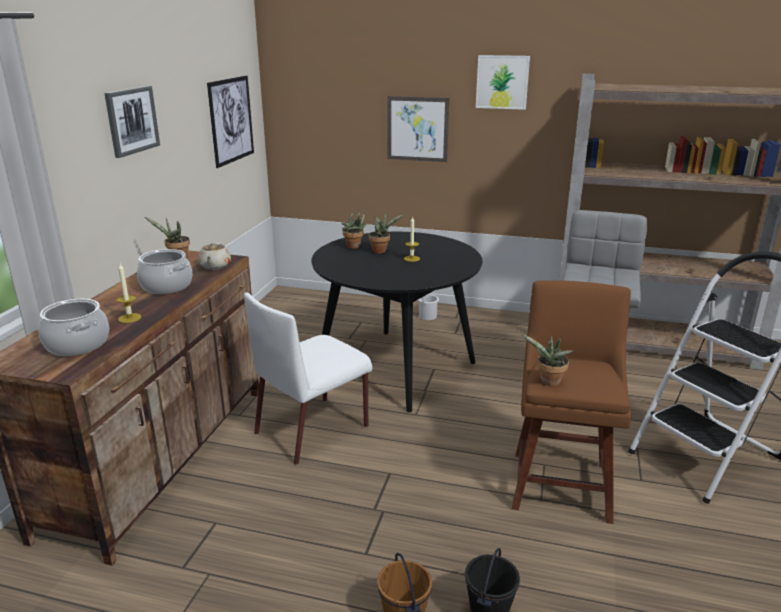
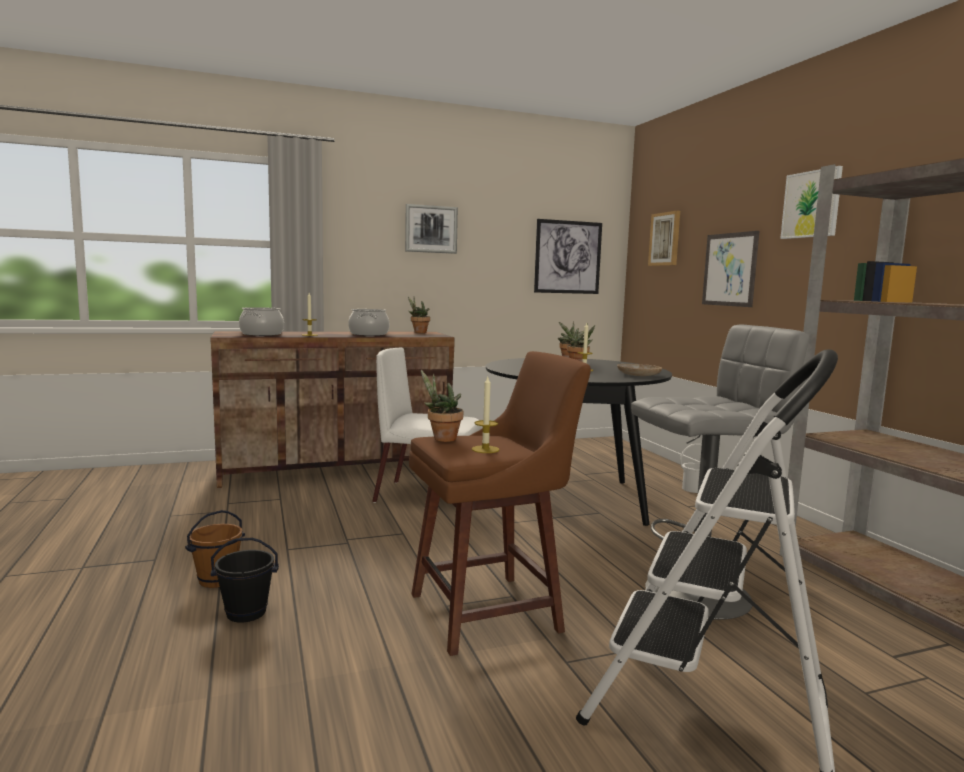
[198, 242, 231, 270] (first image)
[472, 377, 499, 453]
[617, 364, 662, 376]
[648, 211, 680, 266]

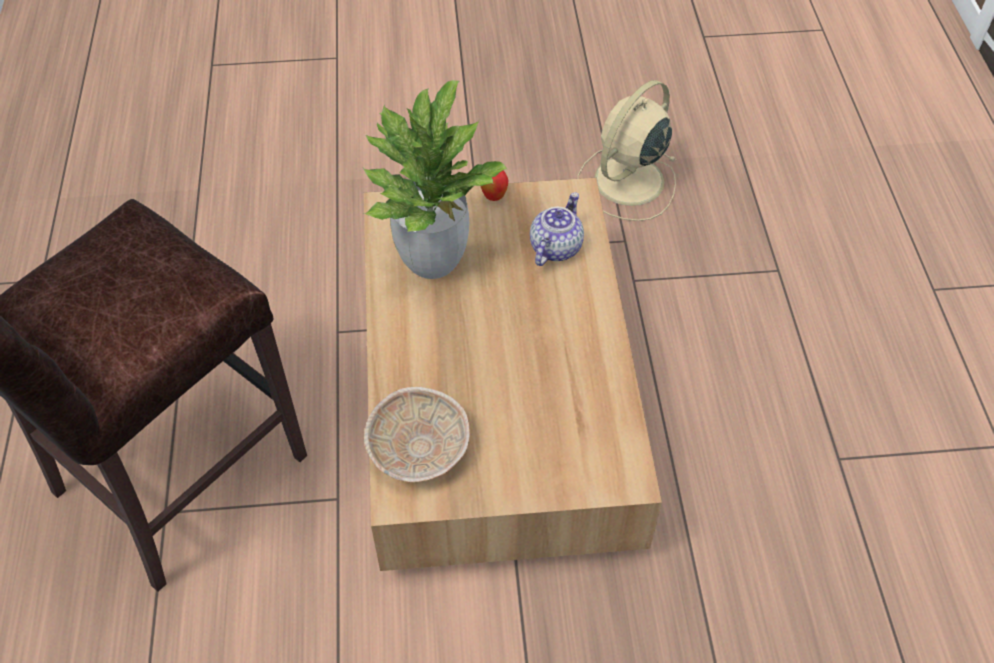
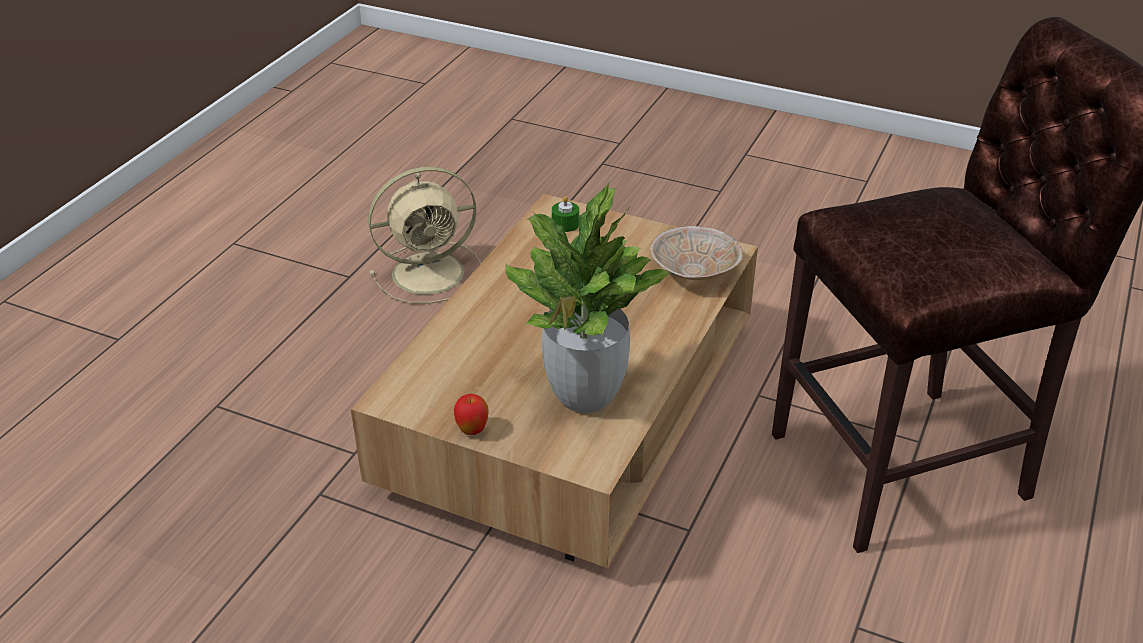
[530, 192, 584, 266] (first image)
[552, 196, 579, 232]
[368, 167, 481, 303]

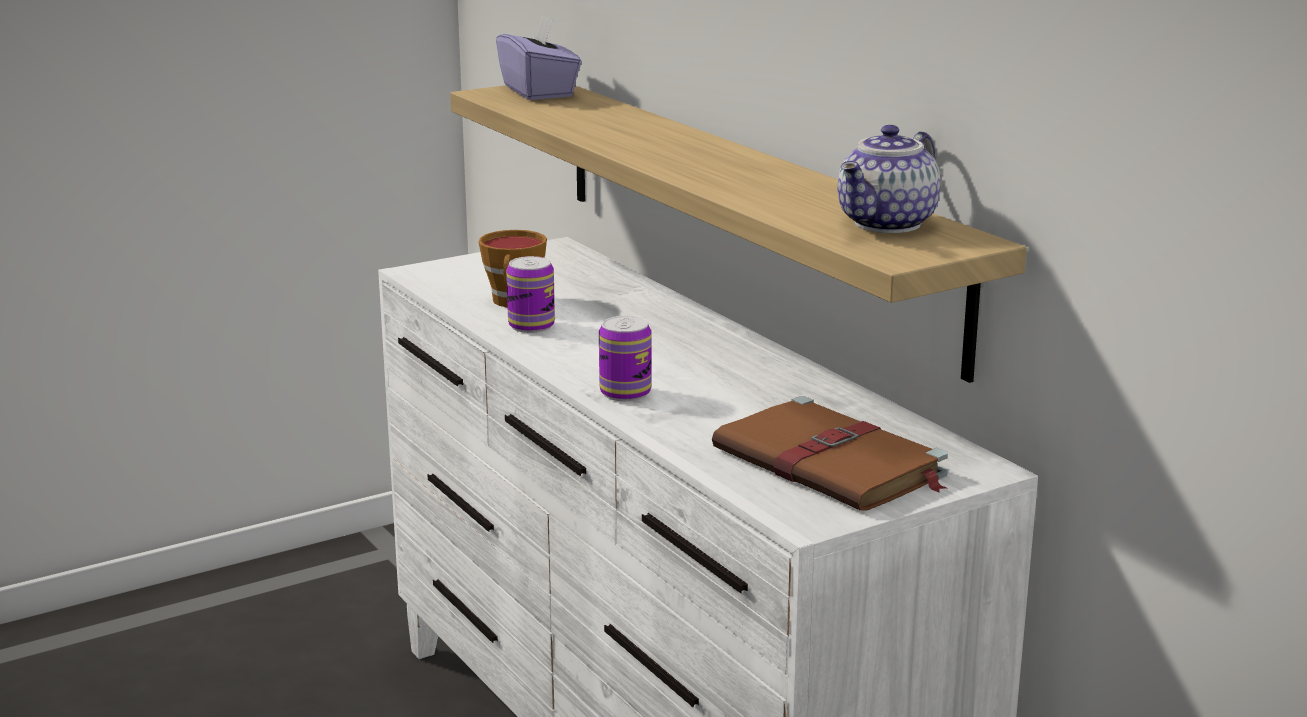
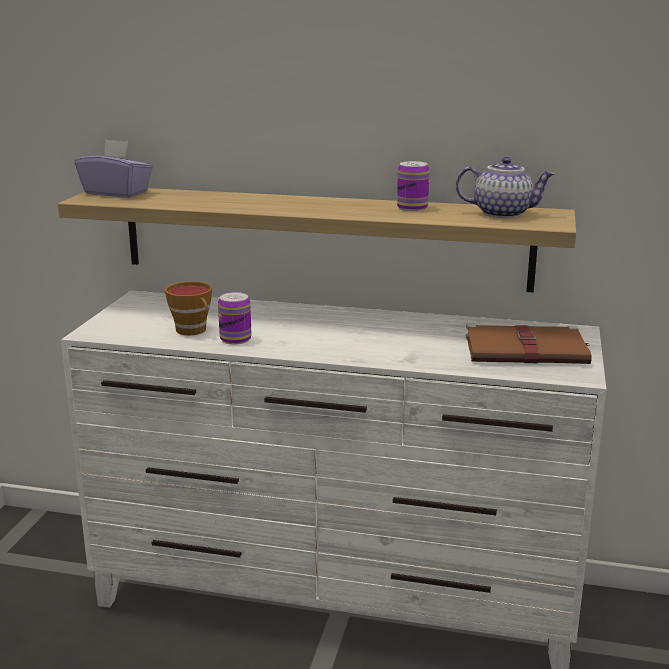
[397, 161, 429, 211]
[456, 157, 555, 218]

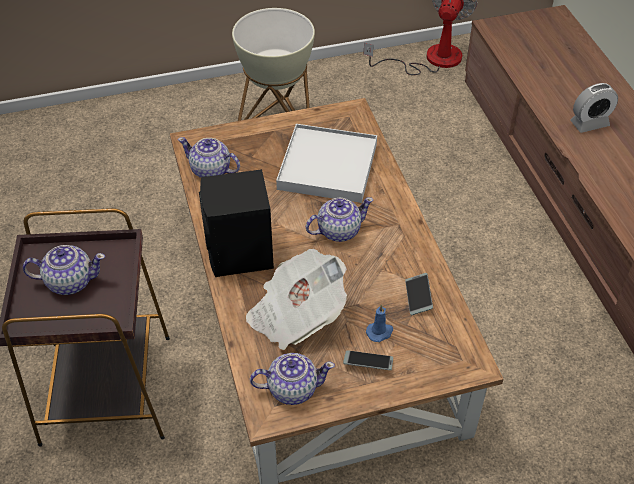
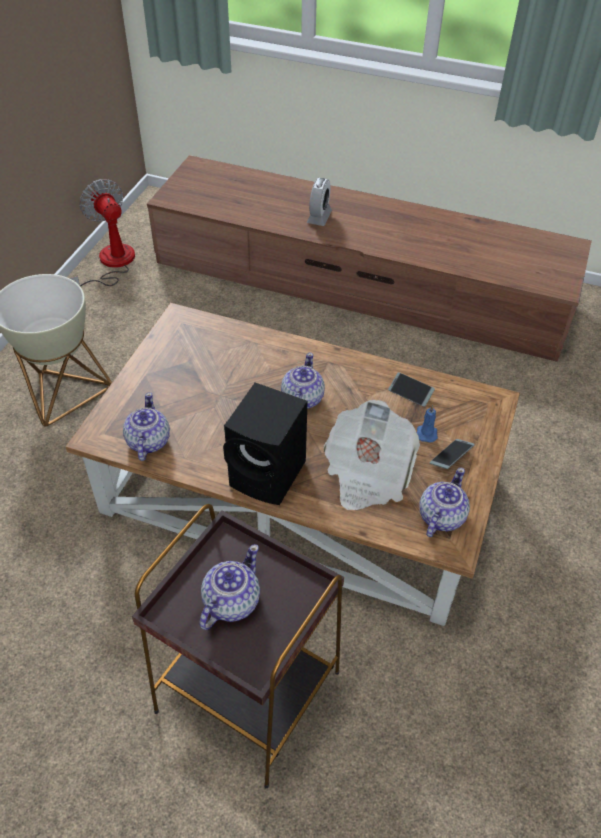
[276, 124, 377, 203] (first image)
[123, 392, 170, 461]

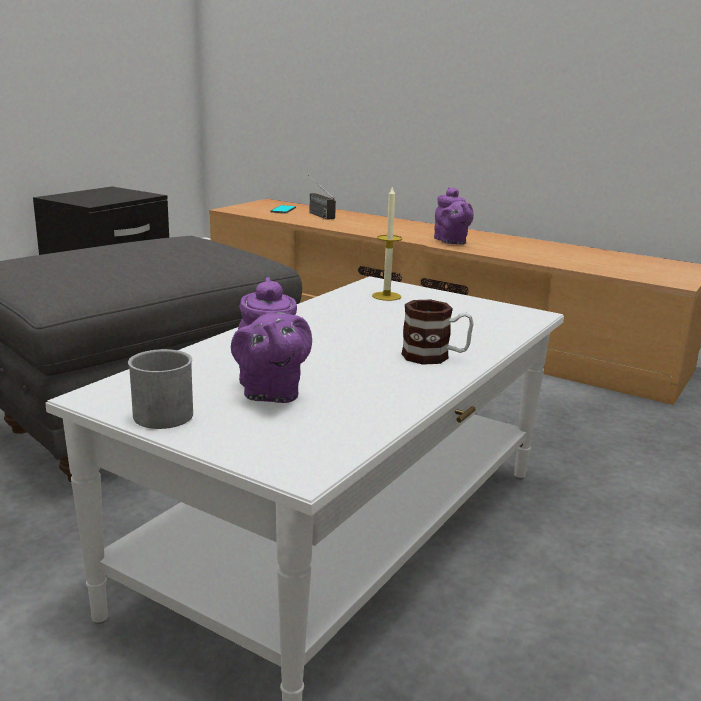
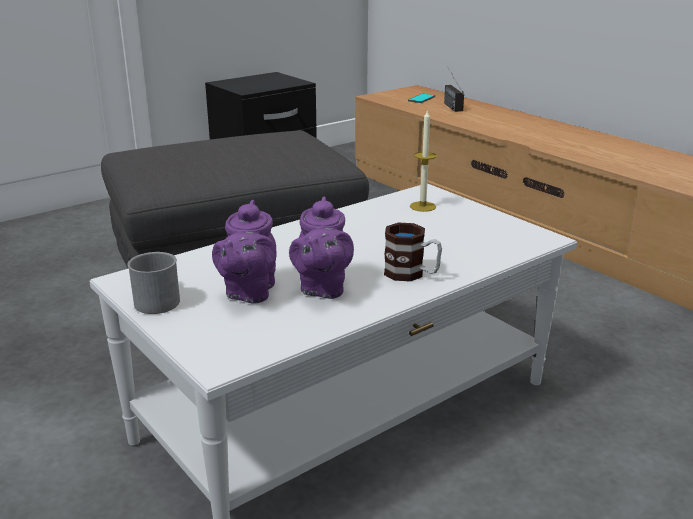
[289, 196, 354, 299]

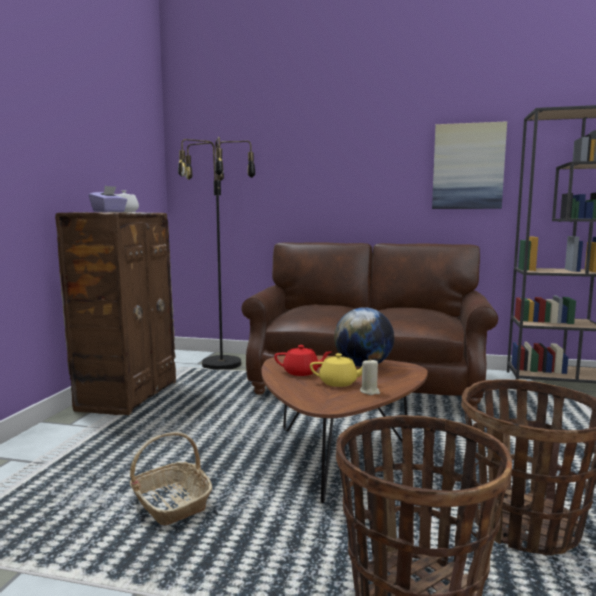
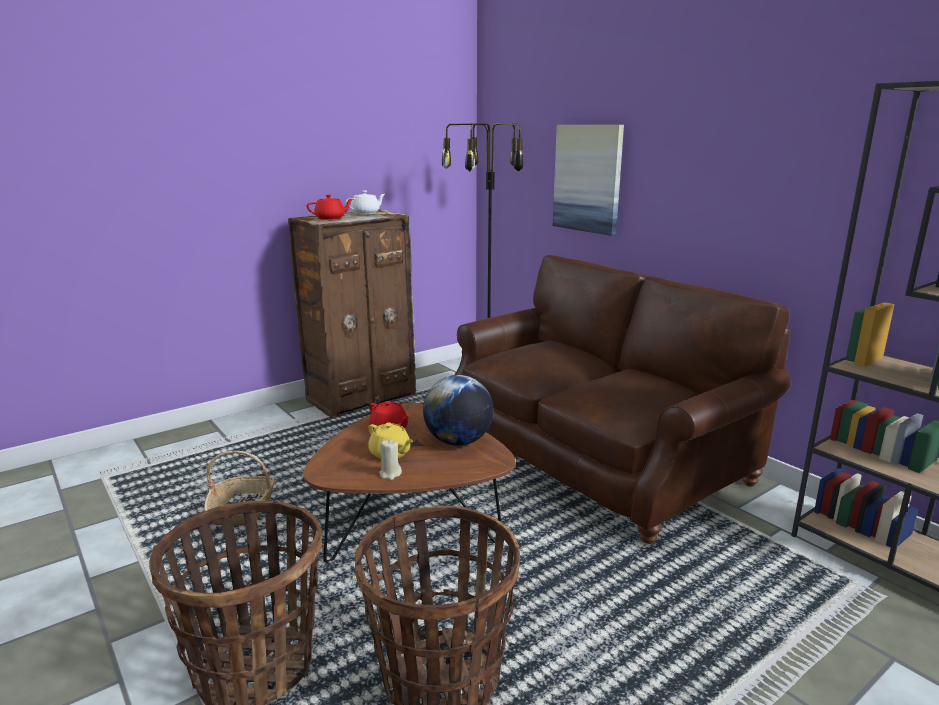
[553, 125, 624, 236]
[307, 195, 353, 220]

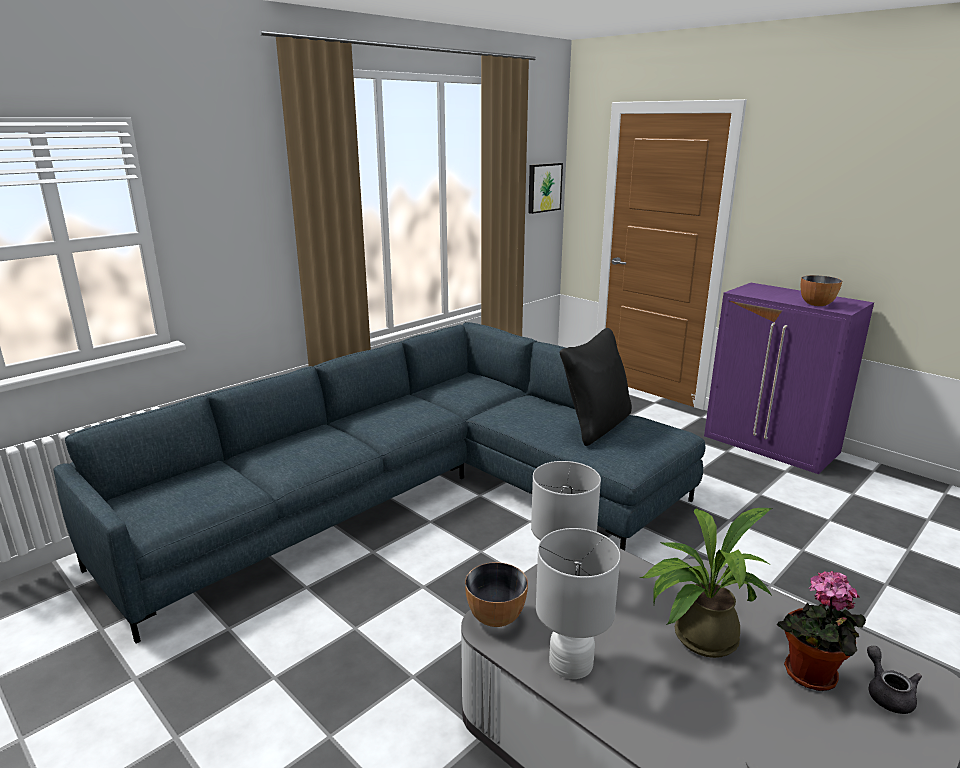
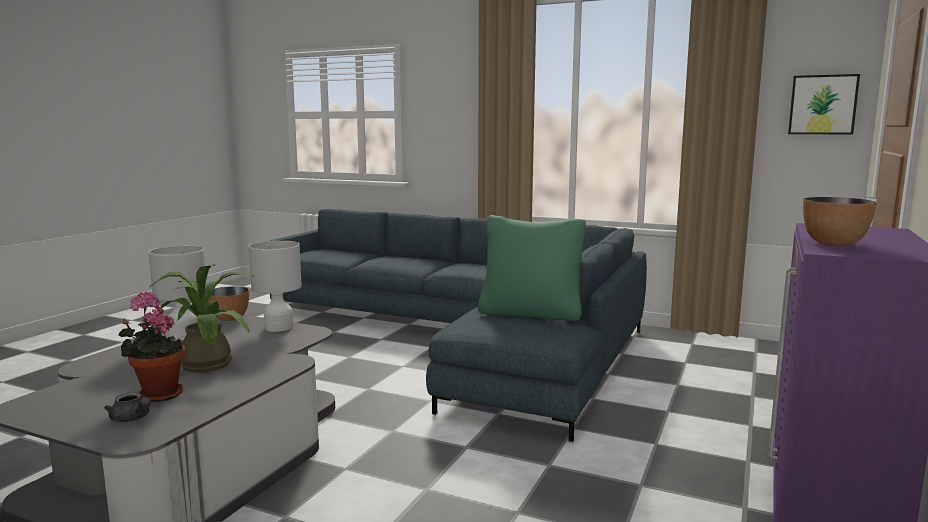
[478, 215, 586, 321]
[104, 392, 151, 422]

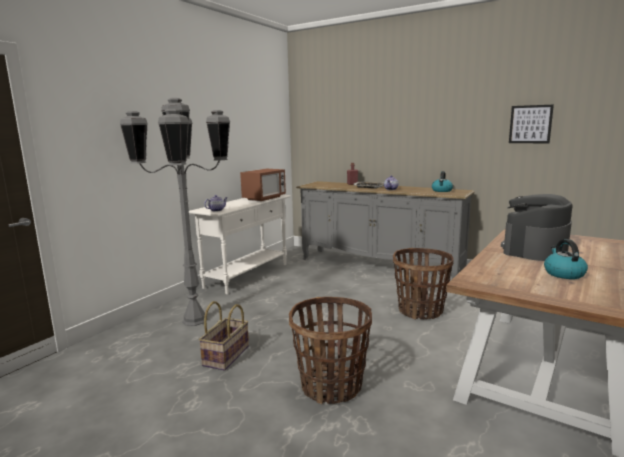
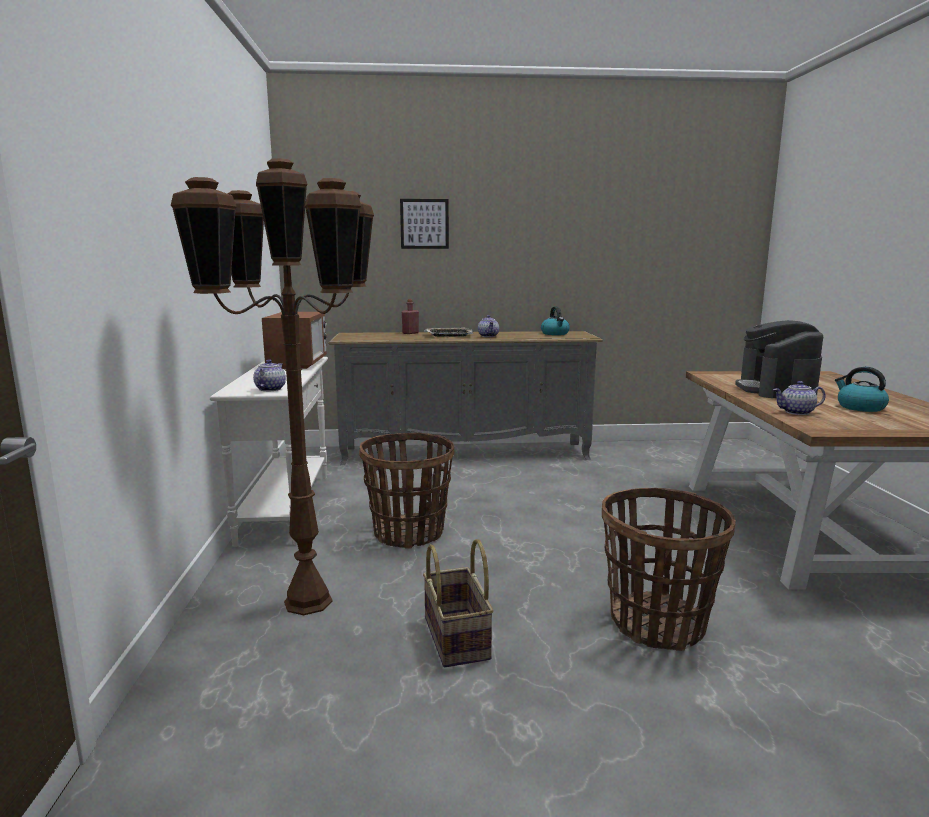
[773, 381, 826, 415]
[359, 433, 454, 549]
[400, 199, 449, 249]
[171, 158, 374, 615]

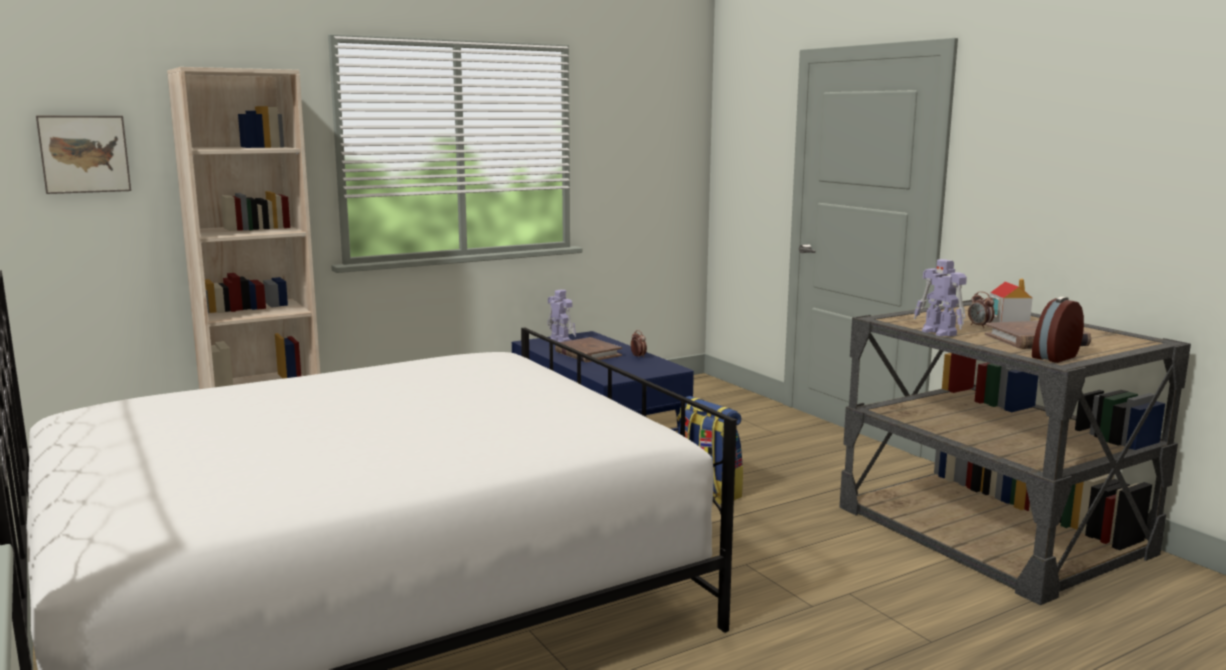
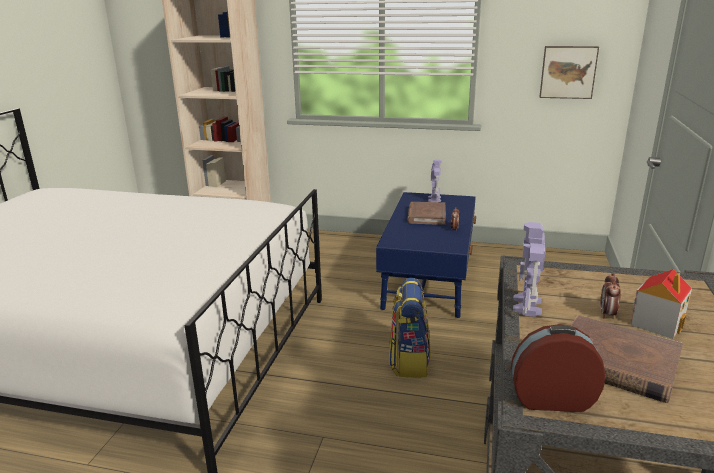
[540, 46, 599, 99]

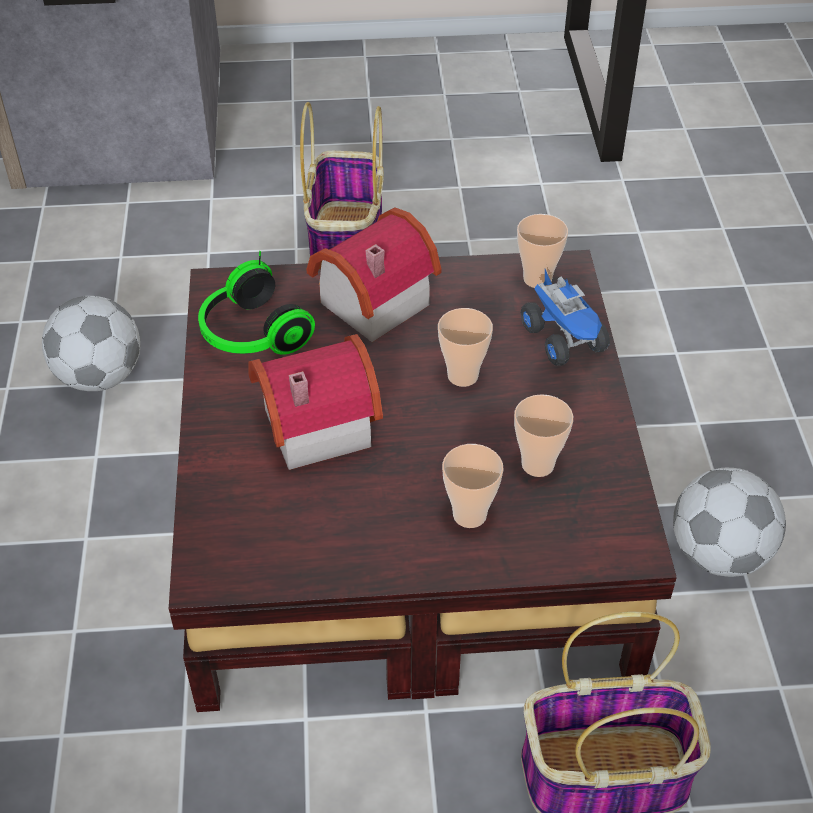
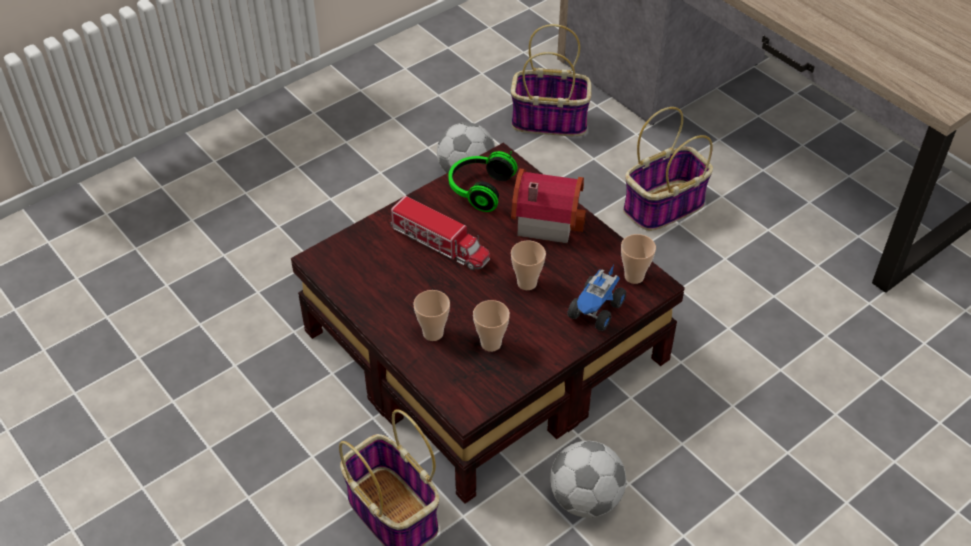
[511, 24, 592, 136]
[391, 196, 490, 270]

